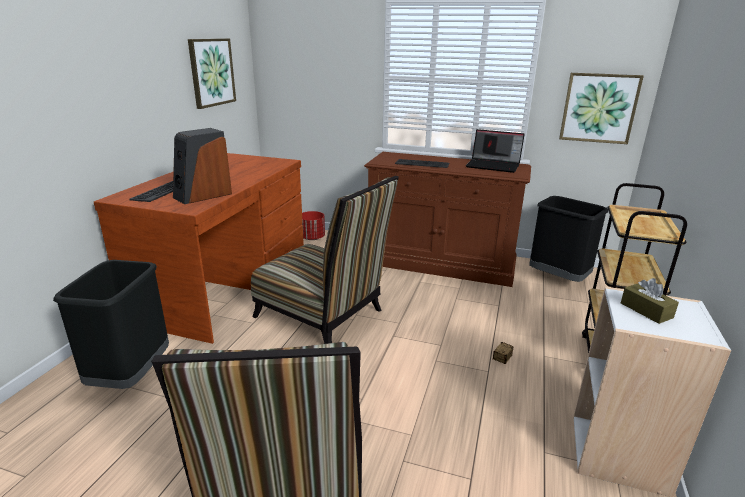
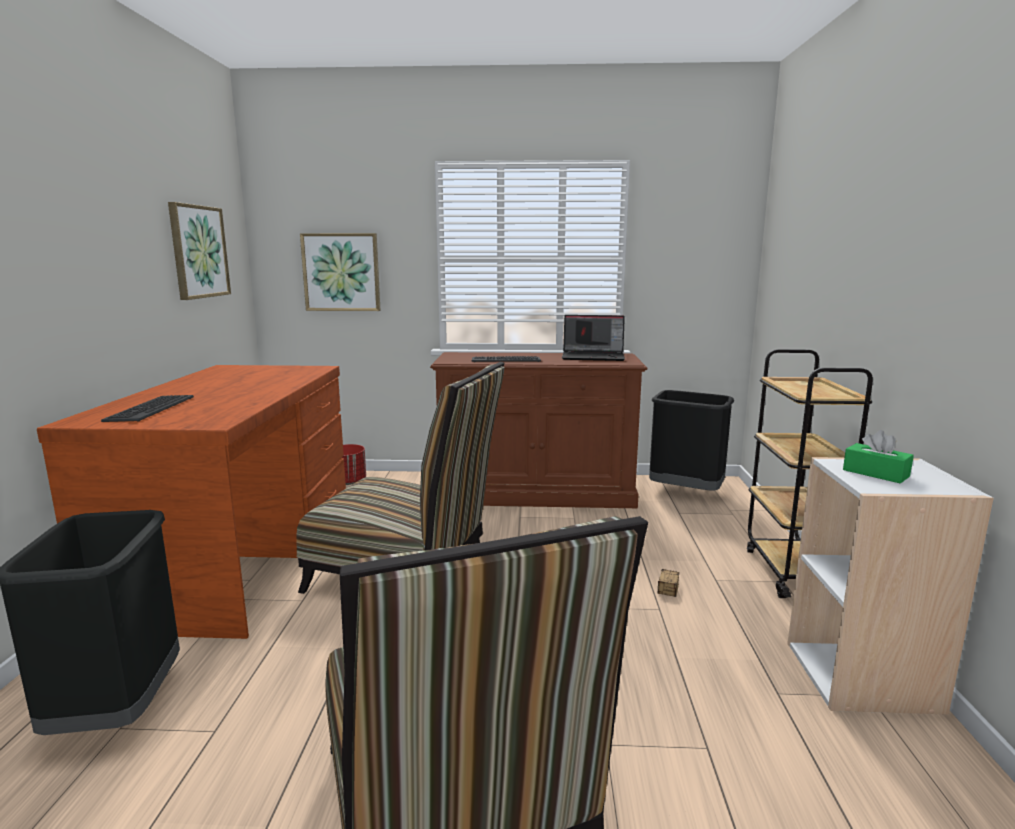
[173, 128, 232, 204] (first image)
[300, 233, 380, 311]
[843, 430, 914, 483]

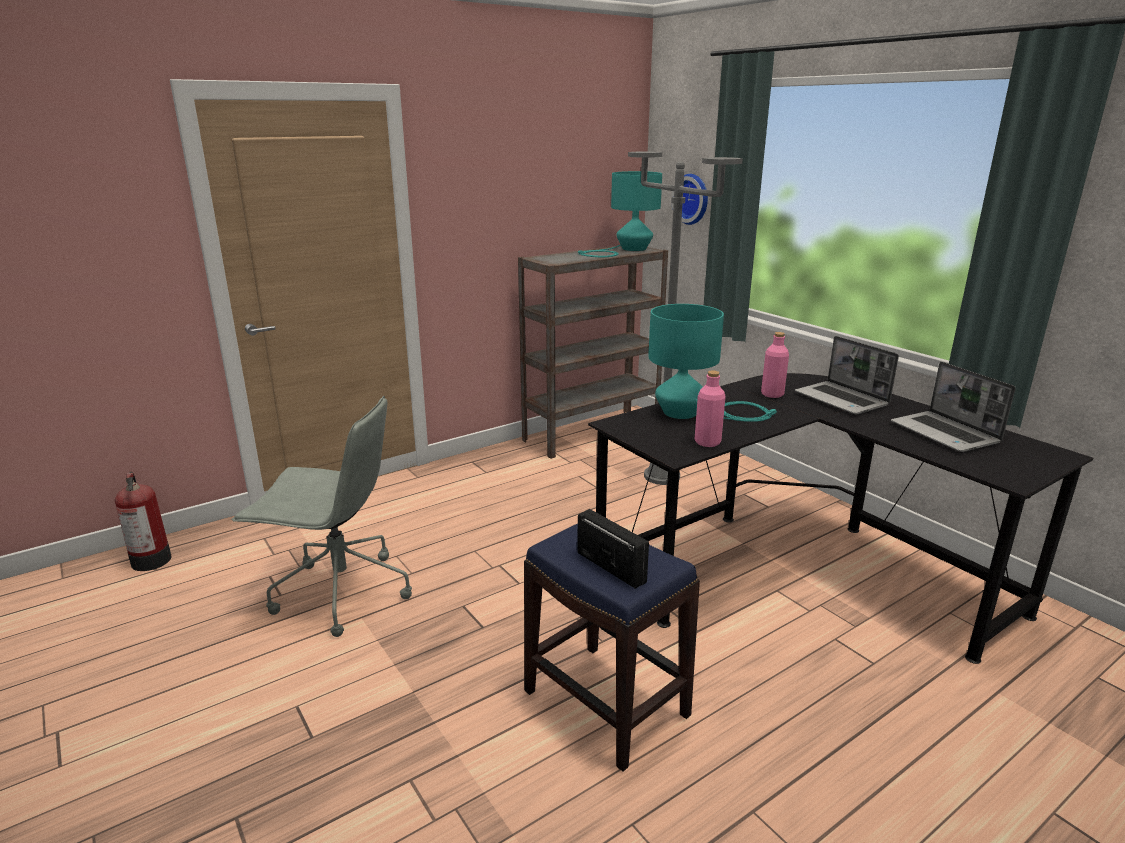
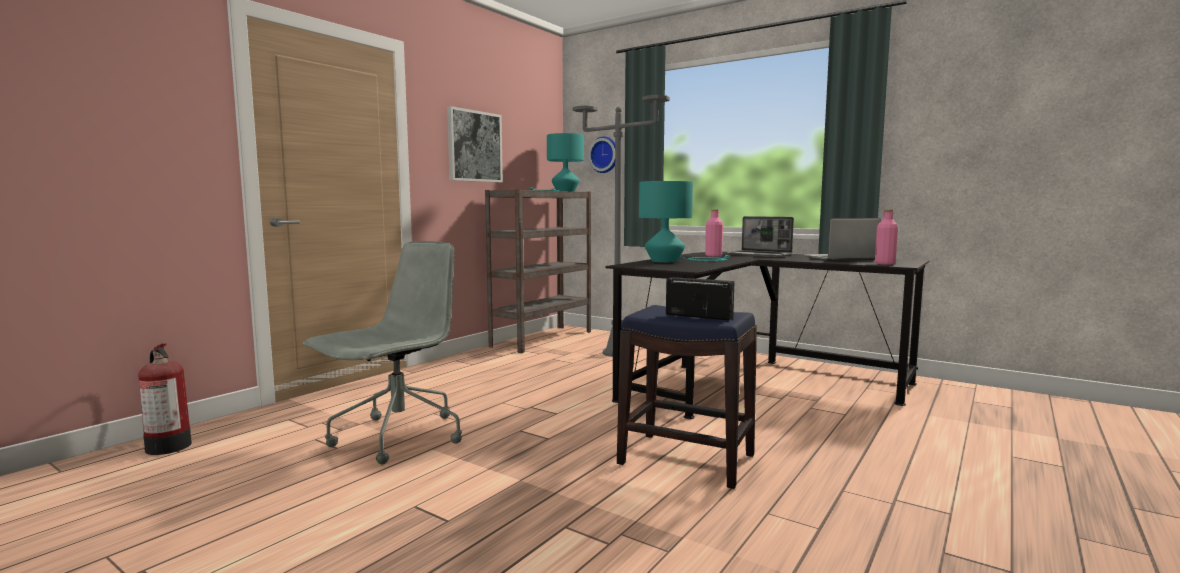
[447, 106, 503, 182]
[875, 210, 898, 265]
[303, 241, 462, 464]
[804, 218, 881, 261]

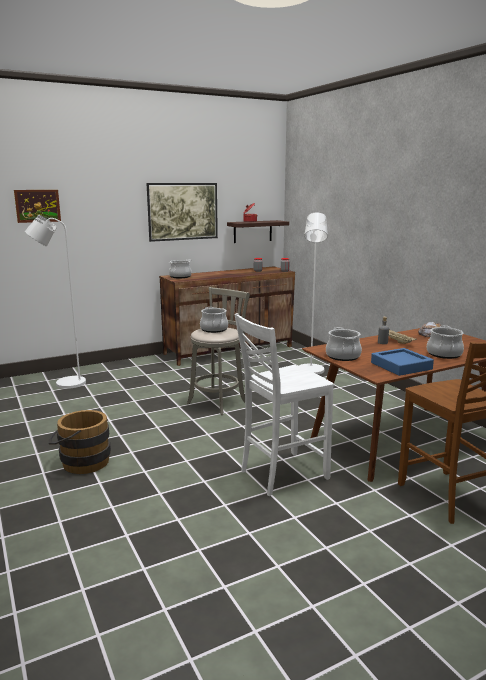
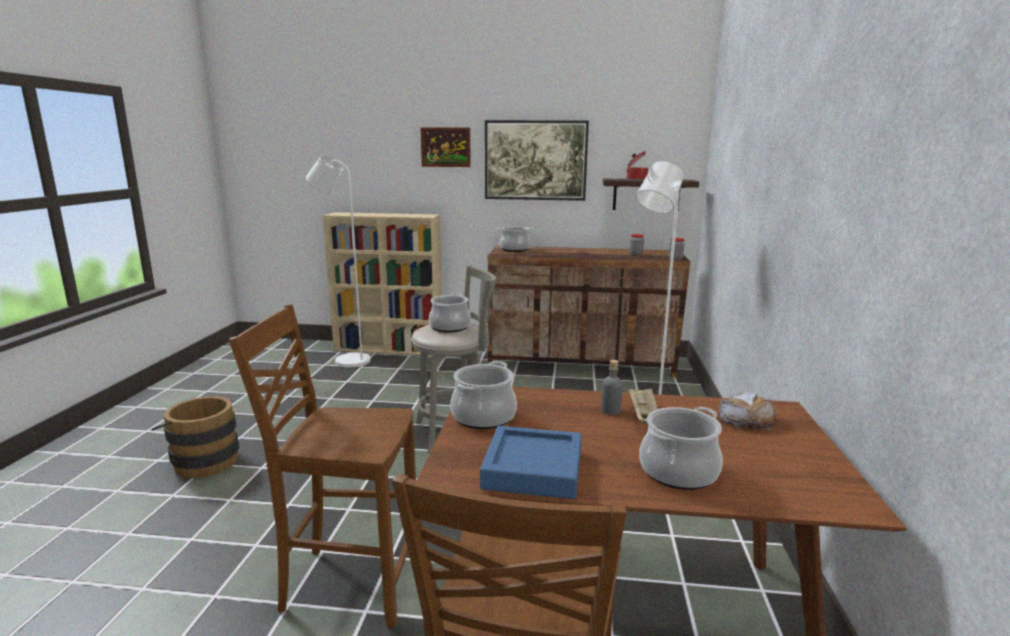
[323, 212, 442, 356]
[420, 127, 471, 167]
[229, 304, 416, 628]

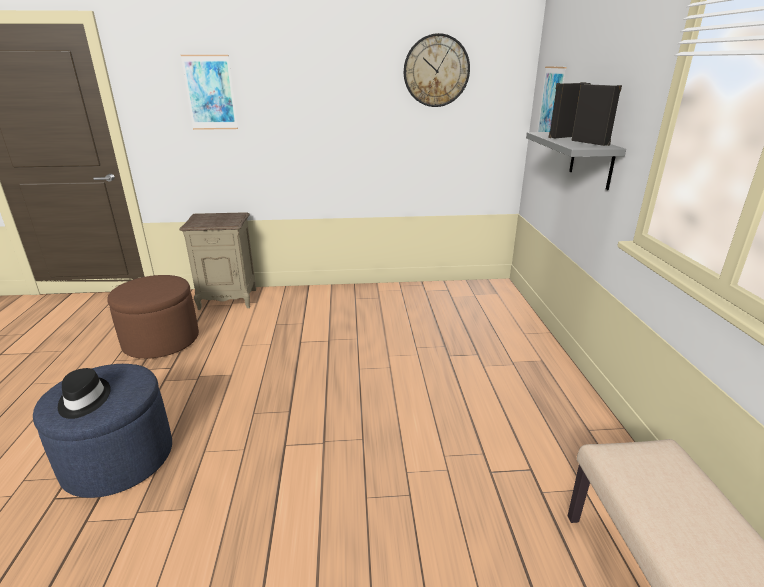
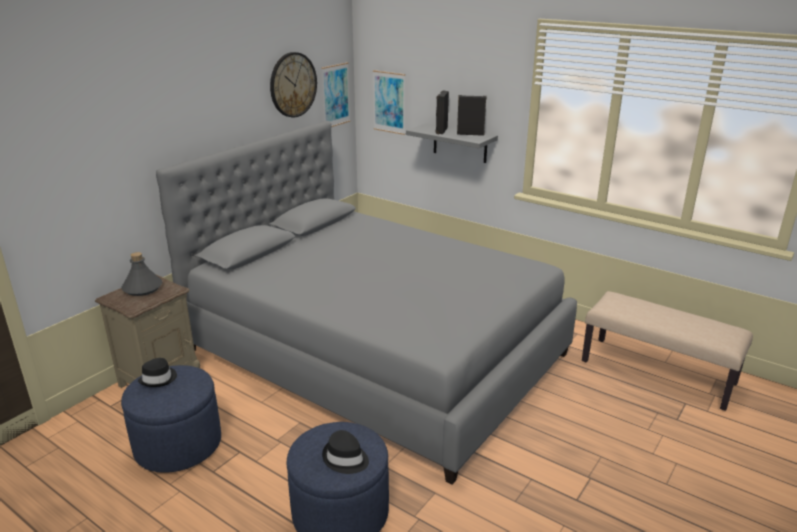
[121, 252, 162, 296]
[138, 358, 177, 387]
[156, 121, 577, 484]
[321, 62, 350, 127]
[121, 365, 221, 473]

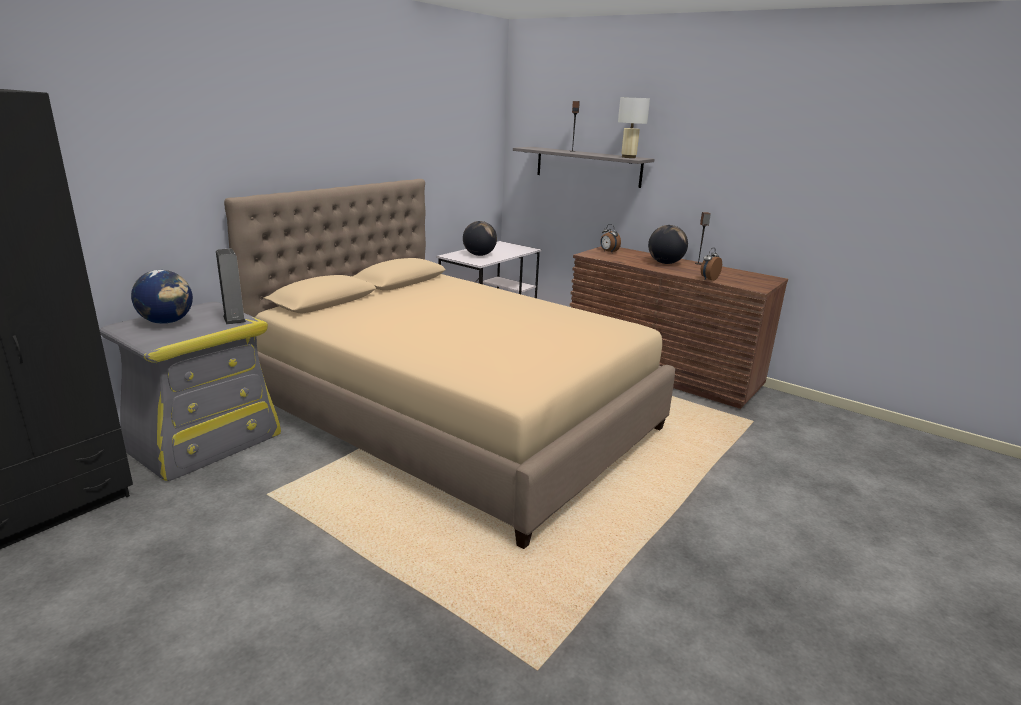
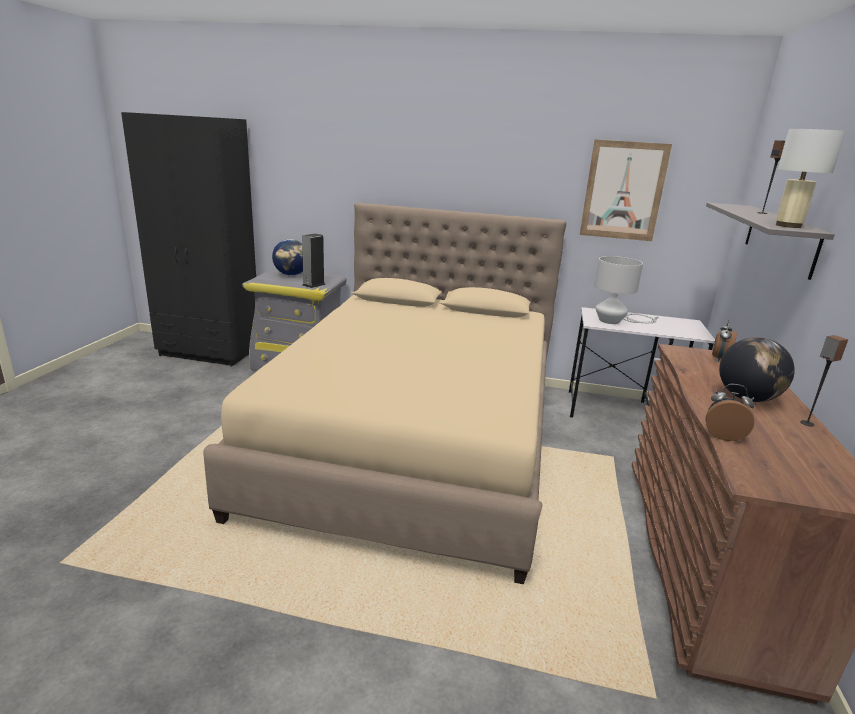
[580, 140, 672, 241]
[594, 256, 659, 324]

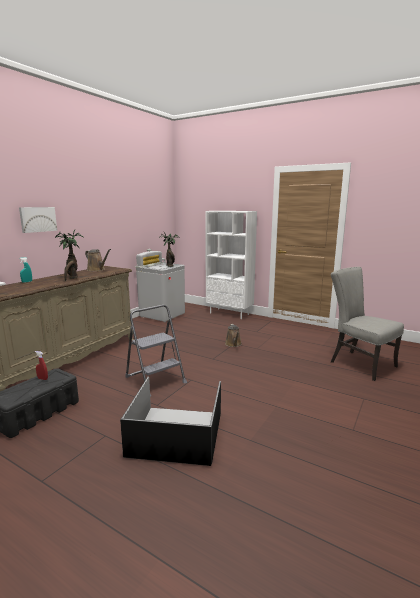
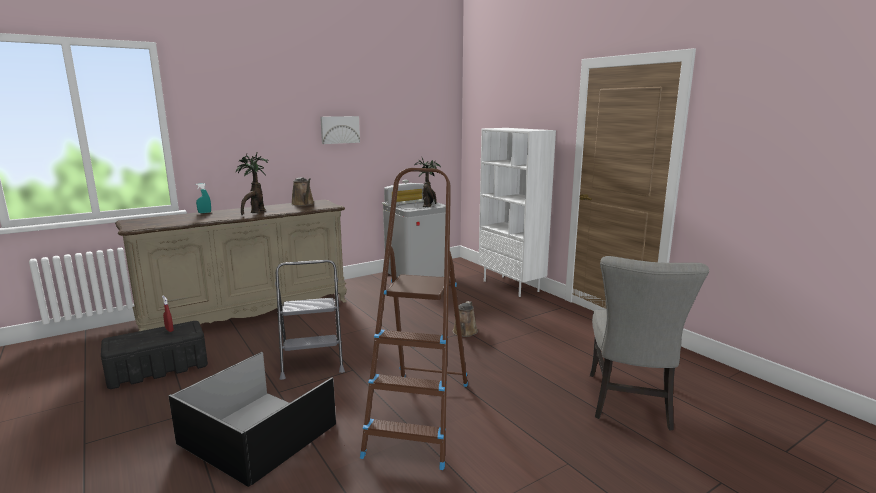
[360, 168, 468, 470]
[320, 116, 360, 144]
[590, 256, 709, 431]

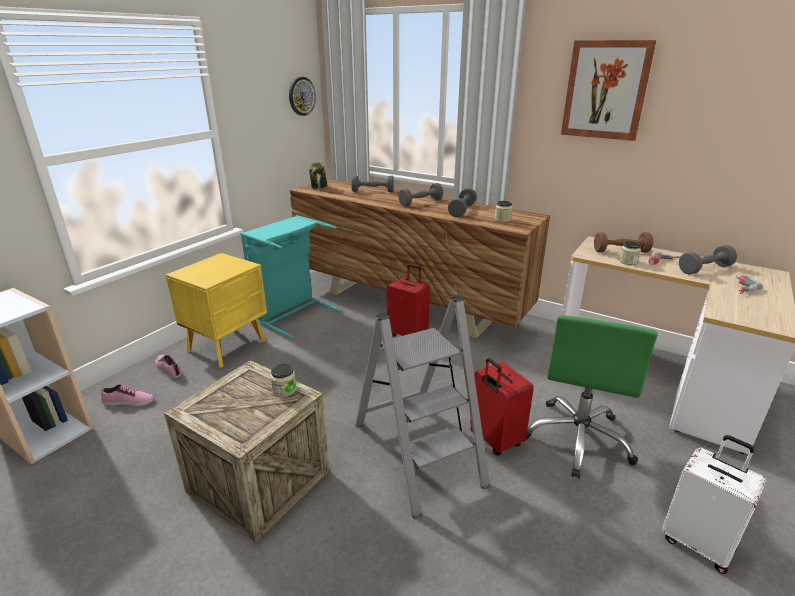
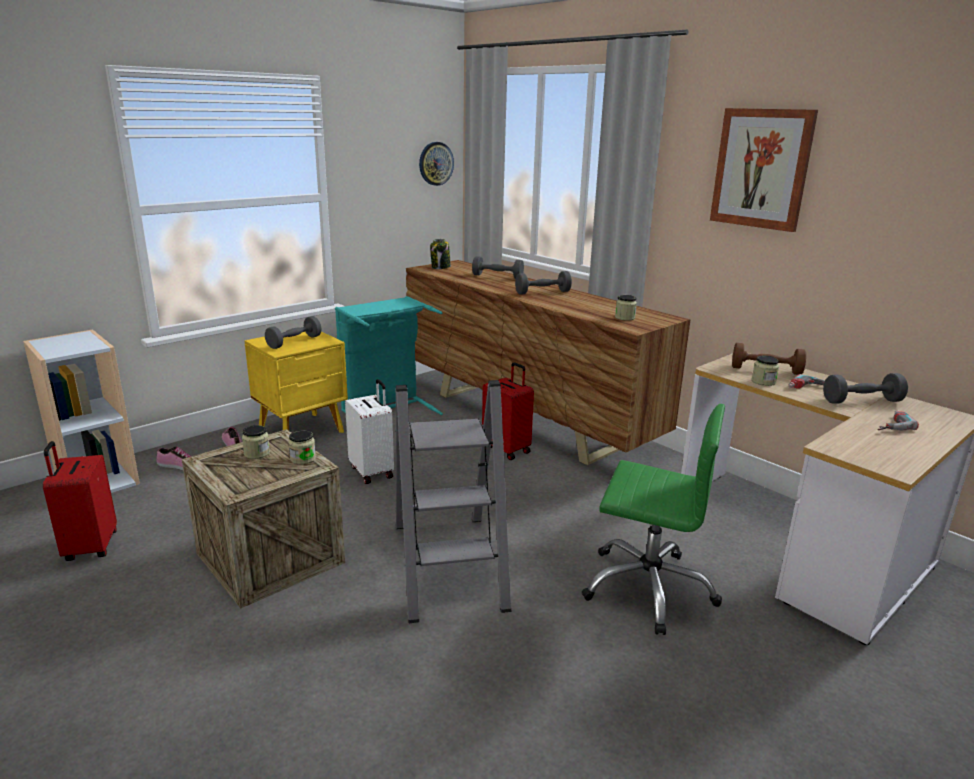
[242, 425, 270, 459]
[265, 316, 322, 349]
[43, 441, 117, 561]
[345, 379, 394, 484]
[582, 404, 725, 635]

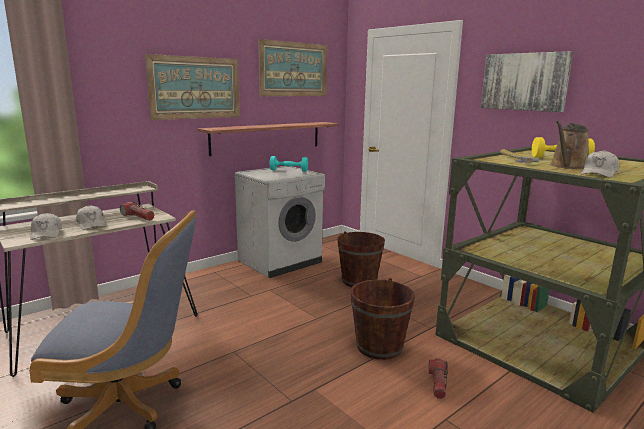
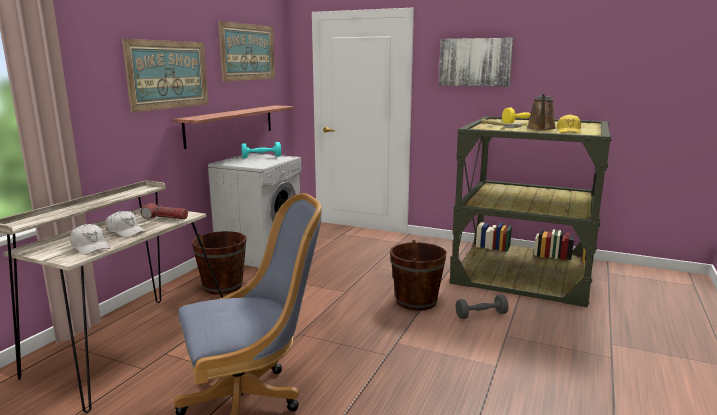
[192, 231, 246, 295]
[456, 295, 509, 319]
[557, 114, 581, 134]

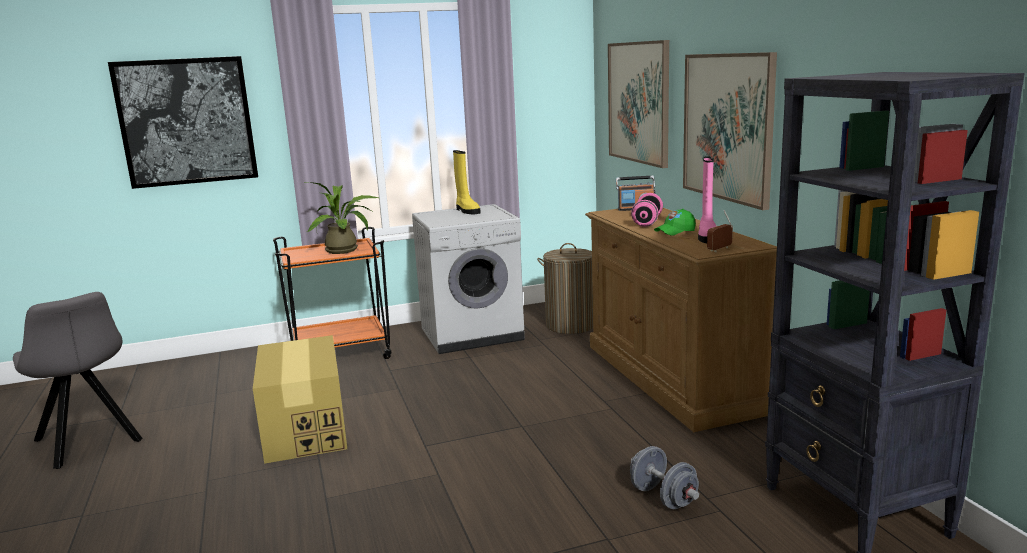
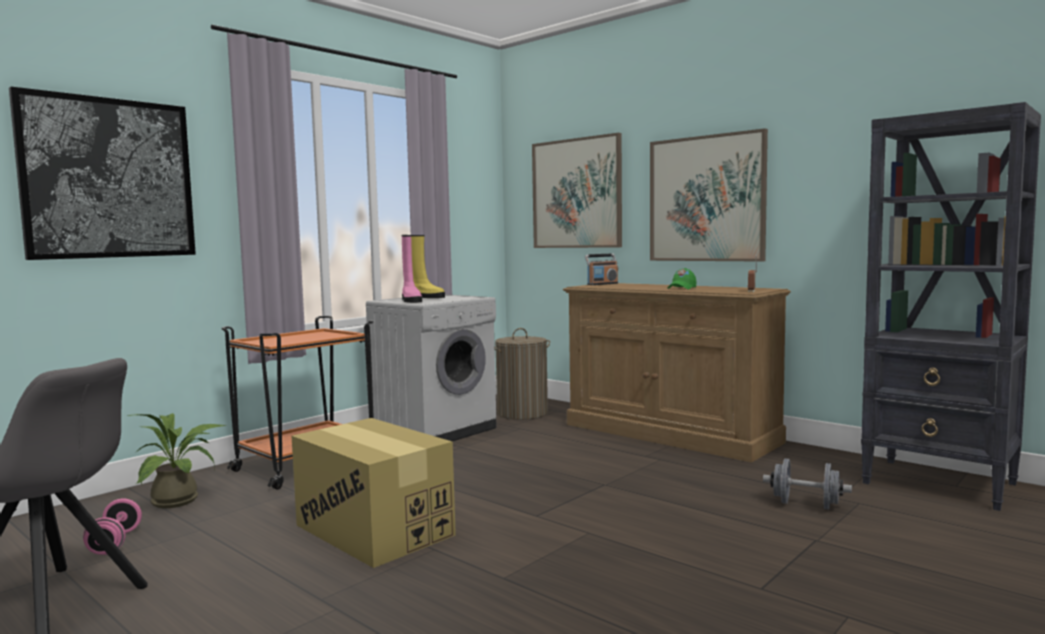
[127, 413, 226, 508]
[83, 499, 142, 555]
[401, 235, 422, 303]

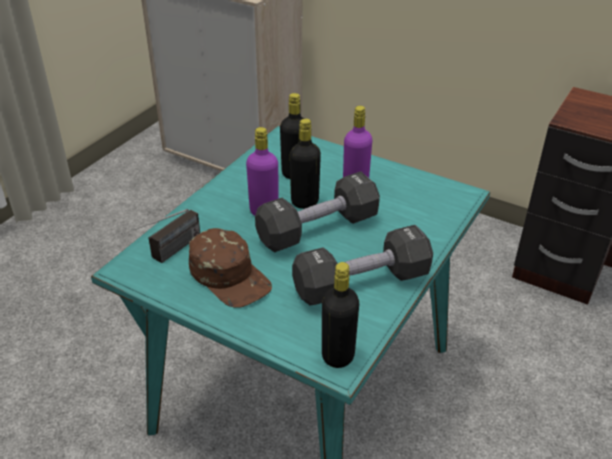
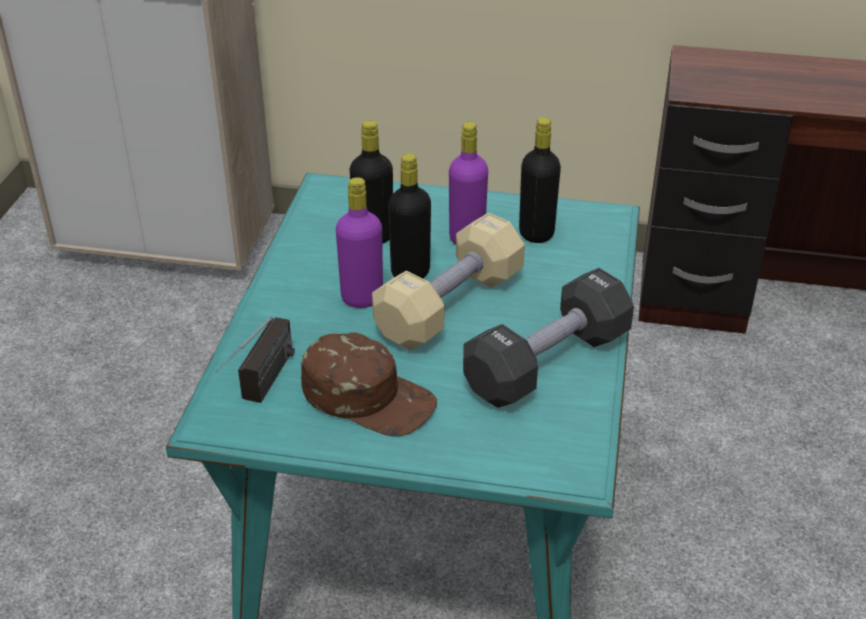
[519, 117, 561, 243]
[372, 213, 525, 350]

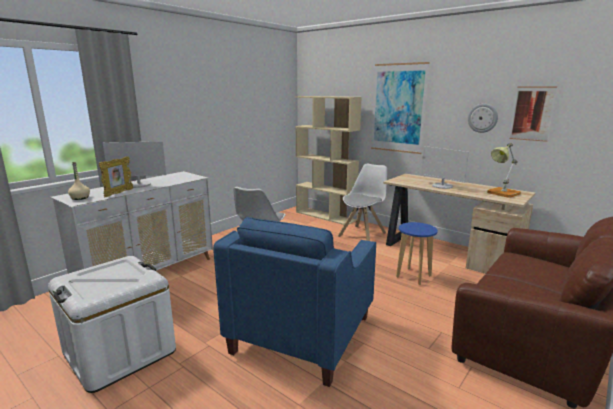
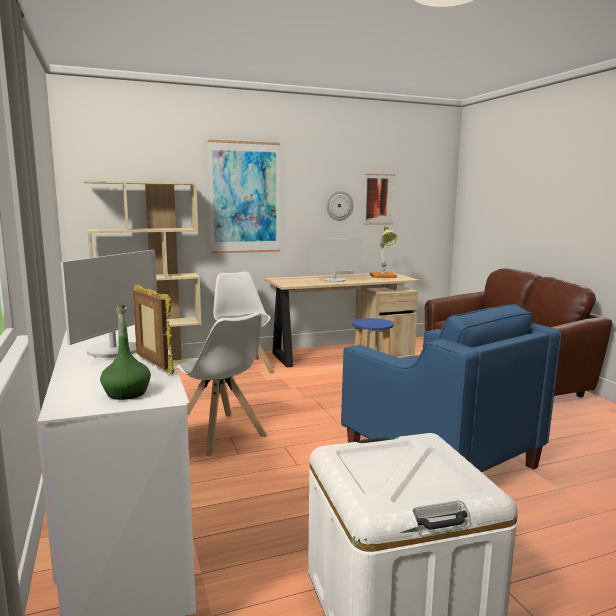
[100, 305, 151, 400]

